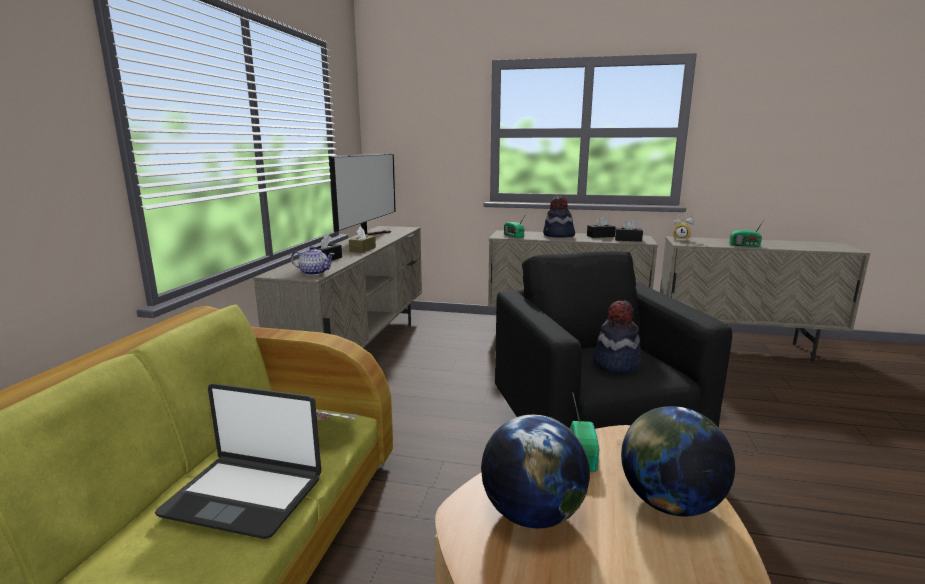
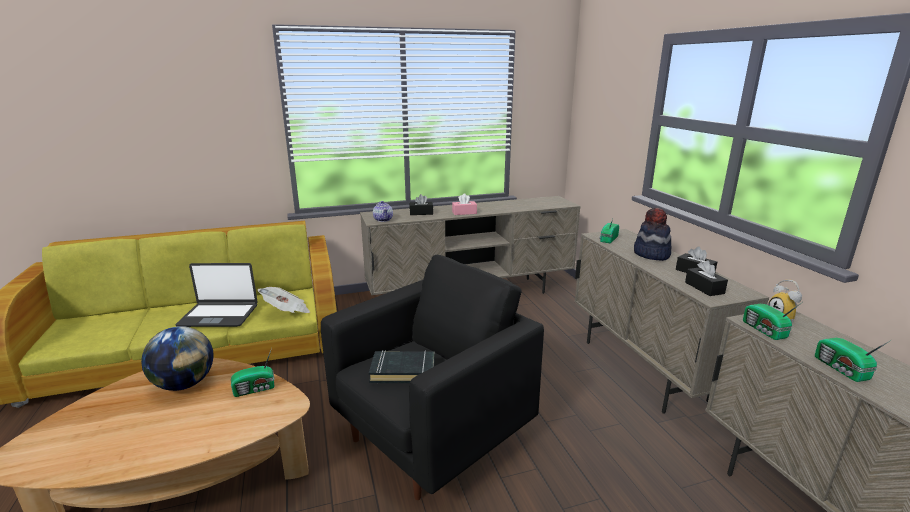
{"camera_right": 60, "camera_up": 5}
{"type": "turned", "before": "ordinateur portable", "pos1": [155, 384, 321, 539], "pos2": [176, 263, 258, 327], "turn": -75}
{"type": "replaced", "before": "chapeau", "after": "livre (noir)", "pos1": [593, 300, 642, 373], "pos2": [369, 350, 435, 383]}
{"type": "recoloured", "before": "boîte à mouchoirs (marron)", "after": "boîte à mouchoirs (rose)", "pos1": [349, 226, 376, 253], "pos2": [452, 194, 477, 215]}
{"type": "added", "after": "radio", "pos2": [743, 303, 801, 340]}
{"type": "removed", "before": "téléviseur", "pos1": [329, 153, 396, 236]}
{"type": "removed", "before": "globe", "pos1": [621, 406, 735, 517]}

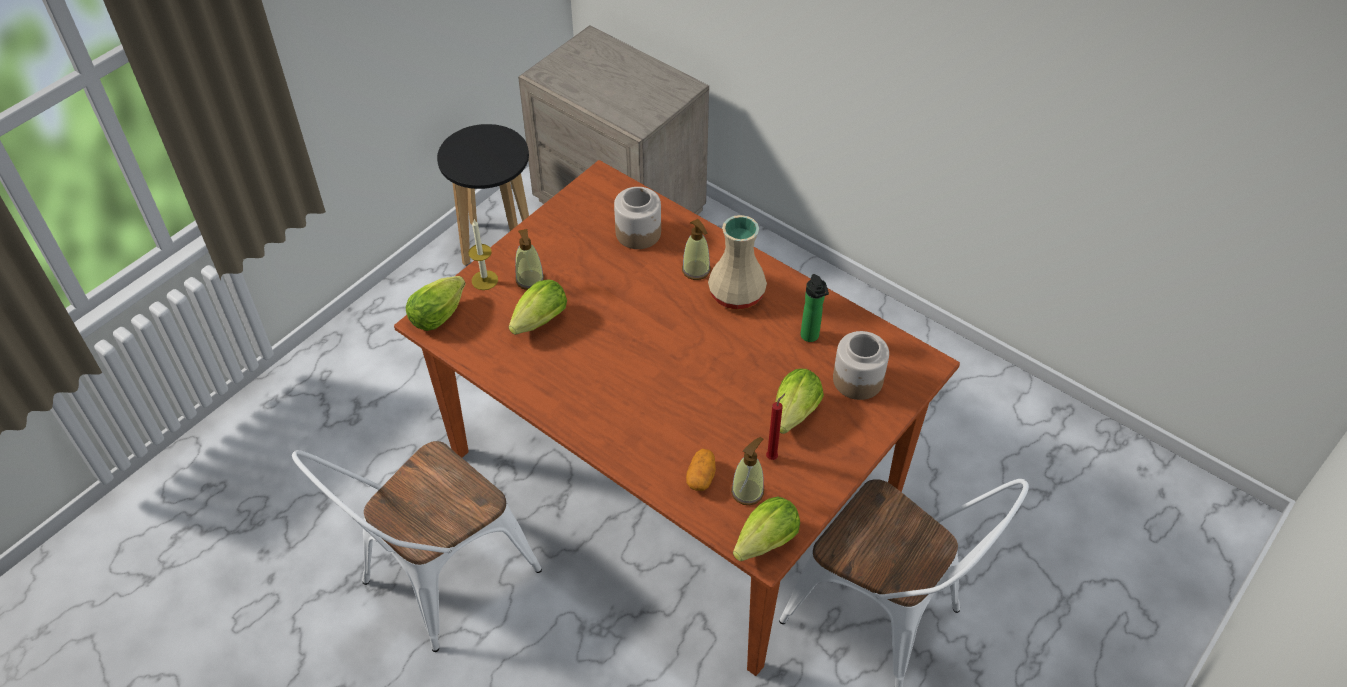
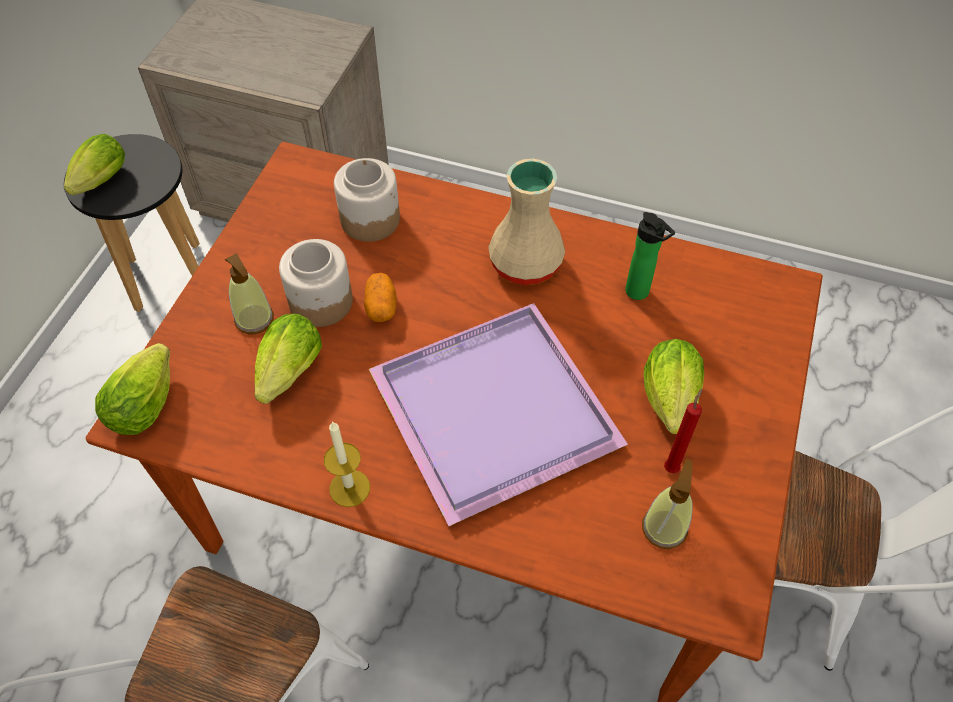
{"camera_right": -20, "camera_up": 5}
{"type": "moved", "before": "laitue", "pos1": [733, 497, 800, 561], "pos2": [64, 134, 125, 195]}
{"type": "moved", "before": "bocal", "pos1": [833, 331, 889, 400], "pos2": [279, 239, 353, 327]}
{"type": "moved", "before": "bougie", "pos1": [468, 219, 498, 290], "pos2": [324, 421, 370, 507]}
{"type": "moved", "before": "pomme de terre", "pos1": [686, 449, 716, 491], "pos2": [364, 273, 397, 322]}
{"type": "added", "after": "plateau (violet)", "pos2": [369, 303, 628, 526]}
{"type": "removed", "before": "distributeur de savon", "pos1": [682, 219, 710, 280]}

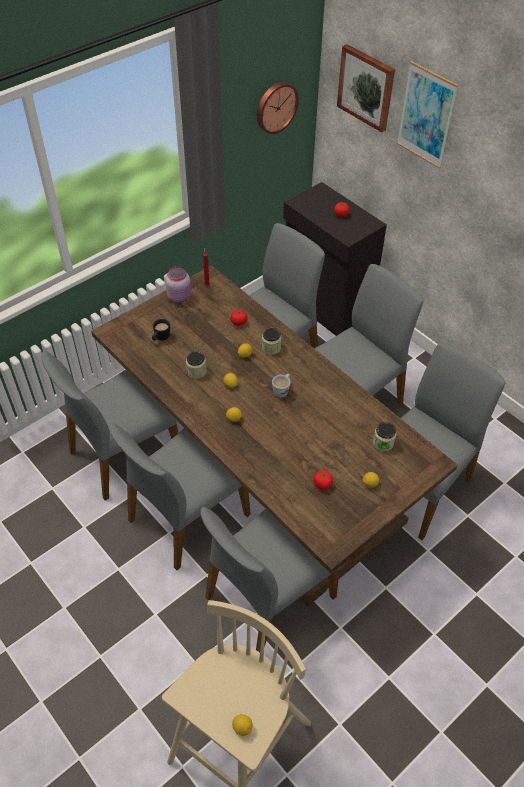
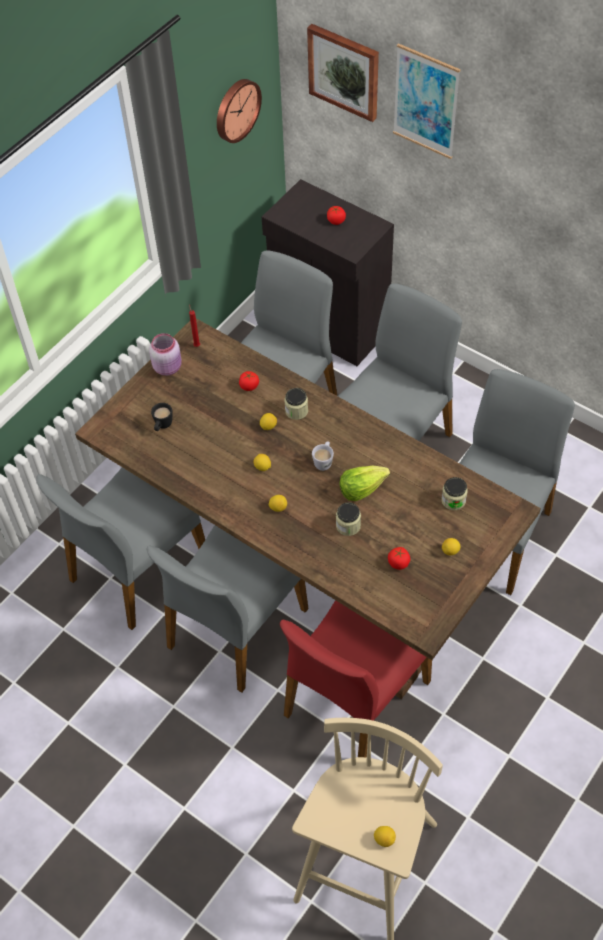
{"camera_right": -10, "camera_up": 5}
{"type": "recoloured", "before": "chaise (gris)", "after": "chaise (rouge)", "pos1": [200, 507, 340, 652], "pos2": [280, 600, 432, 758]}
{"type": "moved", "before": "bocal", "pos1": [186, 351, 207, 379], "pos2": [336, 502, 361, 536]}
{"type": "added", "after": "laitue", "pos2": [340, 466, 390, 501]}

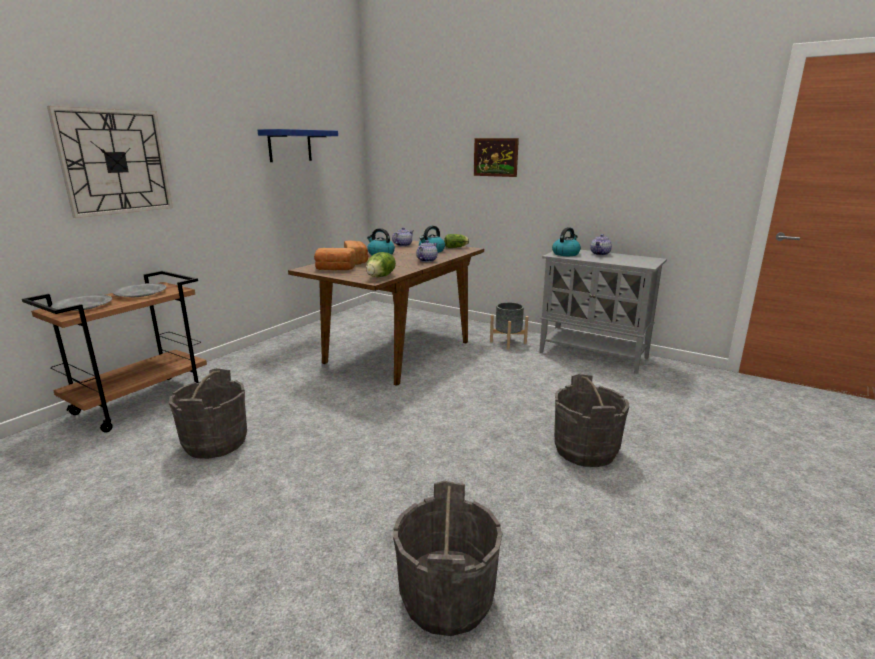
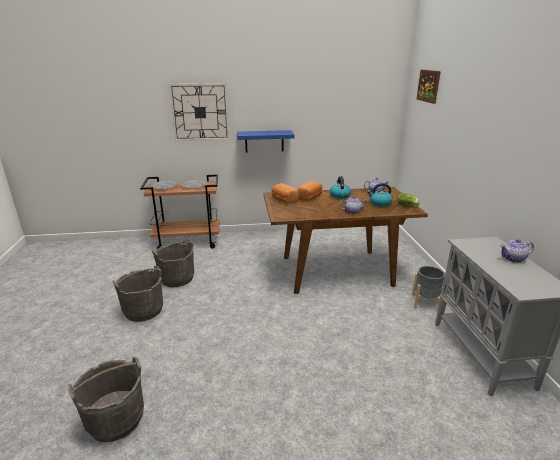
{"camera_right": 50, "camera_up": 5}
{"type": "moved", "before": "seau (gris)", "pos1": [554, 374, 629, 467], "pos2": [112, 266, 163, 322]}
{"type": "moved", "before": "étagère (bleu)", "pos1": [258, 129, 338, 162], "pos2": [237, 130, 295, 152]}
{"type": "moved", "before": "tableau", "pos1": [474, 138, 519, 177], "pos2": [416, 69, 441, 104]}
{"type": "removed", "before": "laitue", "pos1": [366, 252, 396, 277]}
{"type": "removed", "before": "bouilloire", "pos1": [552, 227, 581, 256]}

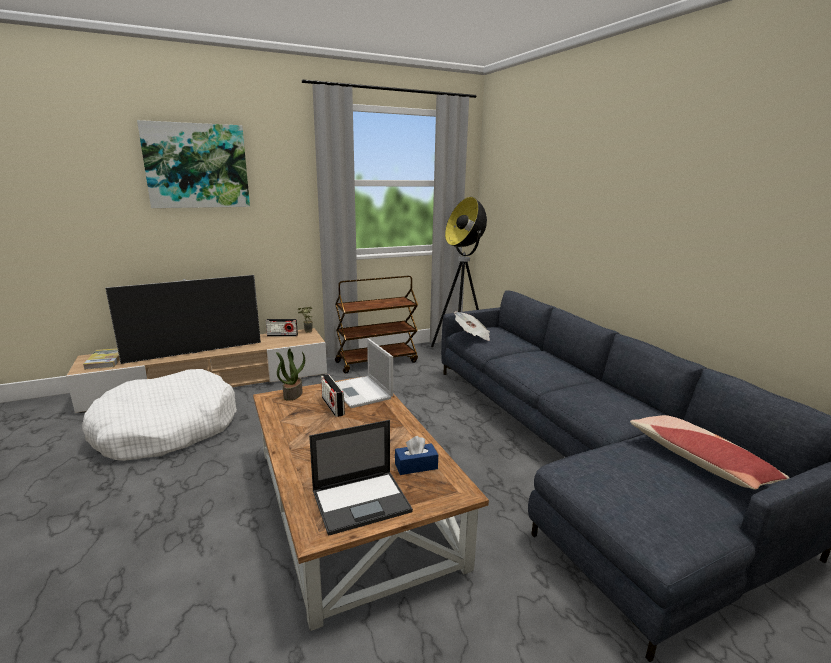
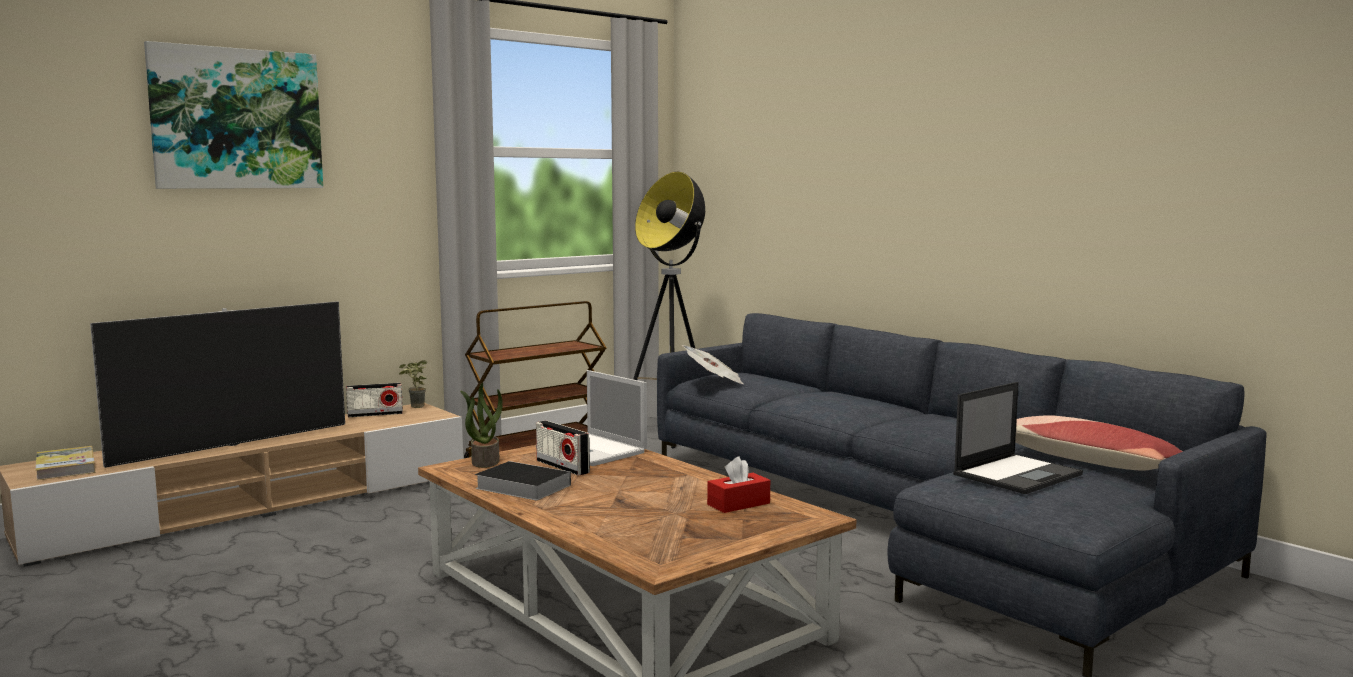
{"camera_right": -15, "camera_up": -10}
{"type": "added", "after": "livre", "pos2": [475, 461, 571, 500]}
{"type": "recoloured", "before": "boîte à mouchoirs (bleu)", "after": "boîte à mouchoirs (rouge)", "pos1": [395, 436, 438, 475], "pos2": [707, 456, 770, 513]}
{"type": "moved", "before": "ordinateur portable", "pos1": [309, 420, 413, 536], "pos2": [953, 382, 1083, 494]}
{"type": "removed", "before": "panier pour chien (blanc)", "pos1": [82, 369, 237, 461]}

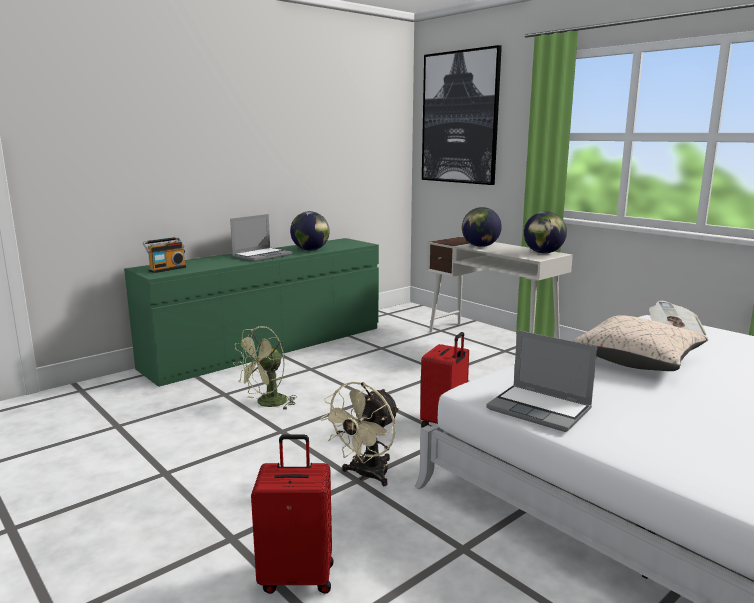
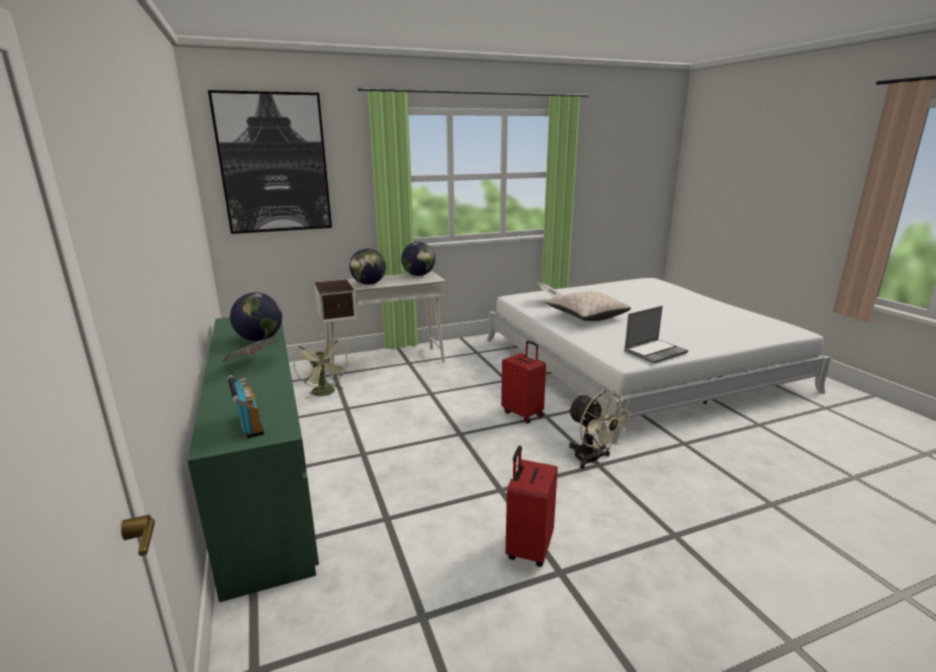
{"camera_right": -70, "camera_up": 5}
{"type": "replaced", "before": "ordinateur portable", "after": "journal", "pos1": [230, 214, 292, 262], "pos2": [223, 337, 278, 362]}
{"type": "moved", "before": "ventilateur (vert)", "pos1": [233, 326, 297, 409], "pos2": [294, 335, 349, 399]}
{"type": "moved", "before": "valise (rouge)", "pos1": [251, 434, 334, 594], "pos2": [506, 446, 558, 567]}

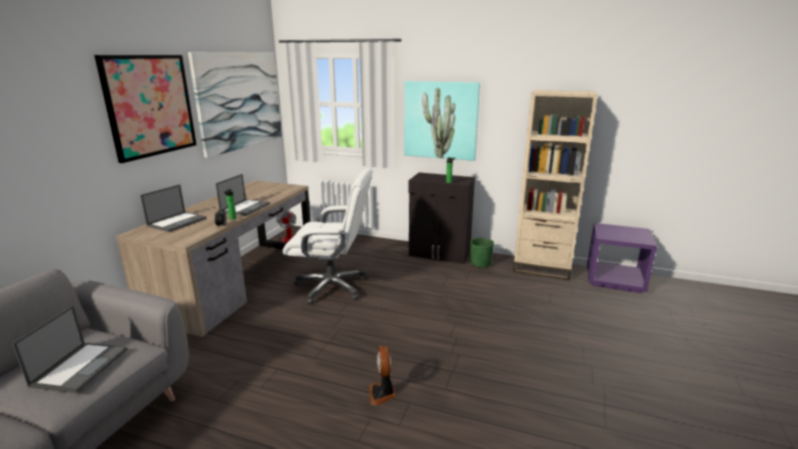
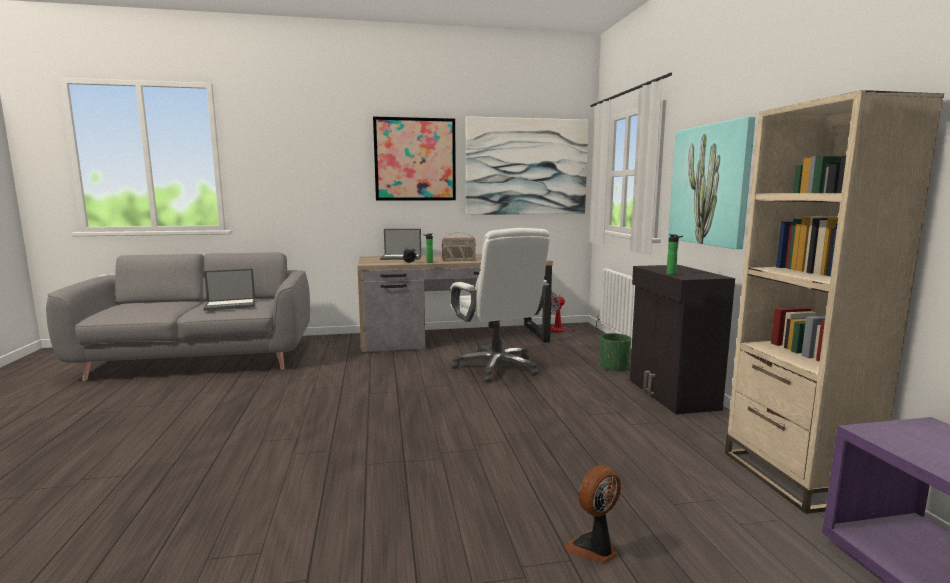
{"camera_right": 60, "camera_up": -10}
{"type": "replaced", "before": "ordinateur portable", "after": "radio", "pos1": [216, 174, 270, 216], "pos2": [442, 232, 476, 261]}
{"type": "moved", "before": "ventilateur", "pos1": [369, 346, 396, 405], "pos2": [565, 465, 621, 563]}
{"type": "moved", "before": "cache-pot (vert)", "pos1": [470, 238, 494, 268], "pos2": [600, 333, 631, 372]}

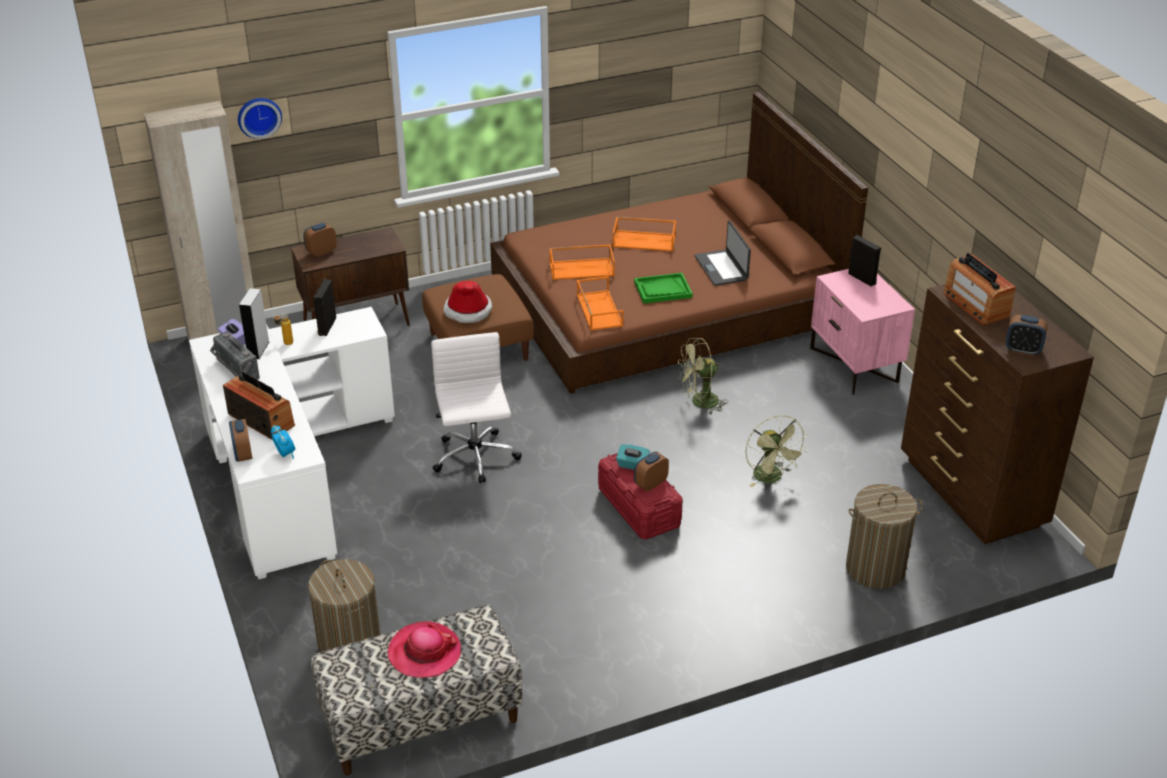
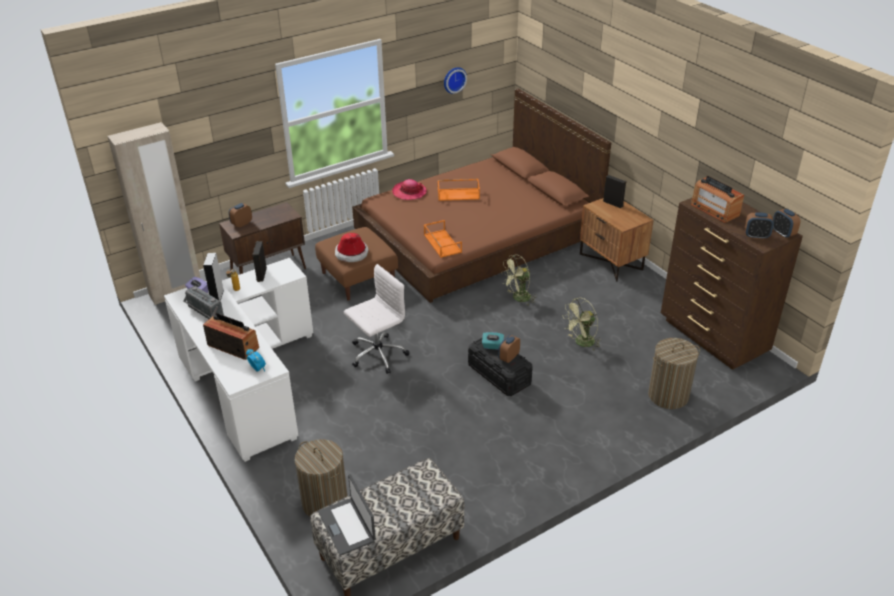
{"camera_right": -10, "camera_up": 0}
{"type": "moved", "before": "ordinateur portable", "pos1": [695, 220, 751, 286], "pos2": [318, 474, 376, 556]}
{"type": "turned", "before": "chaise de bureau (blanc)", "pos1": [431, 332, 522, 483], "pos2": [344, 264, 409, 374], "turn": 75}
{"type": "moved", "before": "chapeau", "pos1": [388, 621, 461, 677], "pos2": [392, 179, 427, 200]}
{"type": "moved", "before": "horloge murale", "pos1": [238, 98, 282, 139], "pos2": [444, 67, 467, 94]}
{"type": "recoloured", "before": "boîte de rangement (rouge)", "after": "boîte de rangement (noir)", "pos1": [598, 453, 683, 540], "pos2": [468, 338, 533, 396]}
{"type": "turned", "before": "ventilateur (vert)", "pos1": [745, 415, 808, 487], "pos2": [563, 298, 601, 350], "turn": 90}
{"type": "recoloured", "before": "table de chevet (rose)", "after": "table de chevet (marron)", "pos1": [810, 269, 915, 395], "pos2": [580, 198, 654, 281]}
{"type": "moved", "before": "réveil", "pos1": [229, 419, 253, 462], "pos2": [773, 209, 800, 238]}
{"type": "removed", "before": "plateau (orange)", "pos1": [549, 245, 615, 280]}
{"type": "removed", "before": "plateau (vert)", "pos1": [634, 273, 693, 303]}

